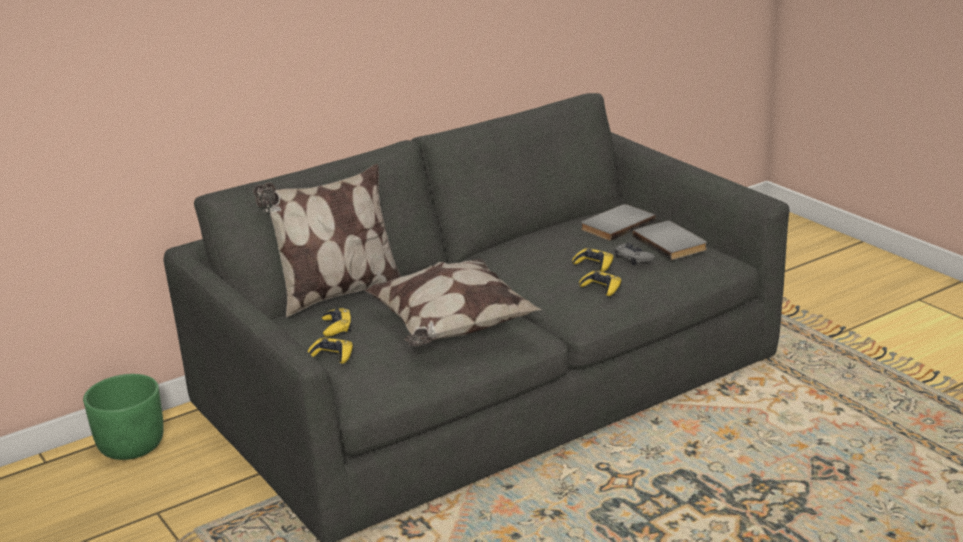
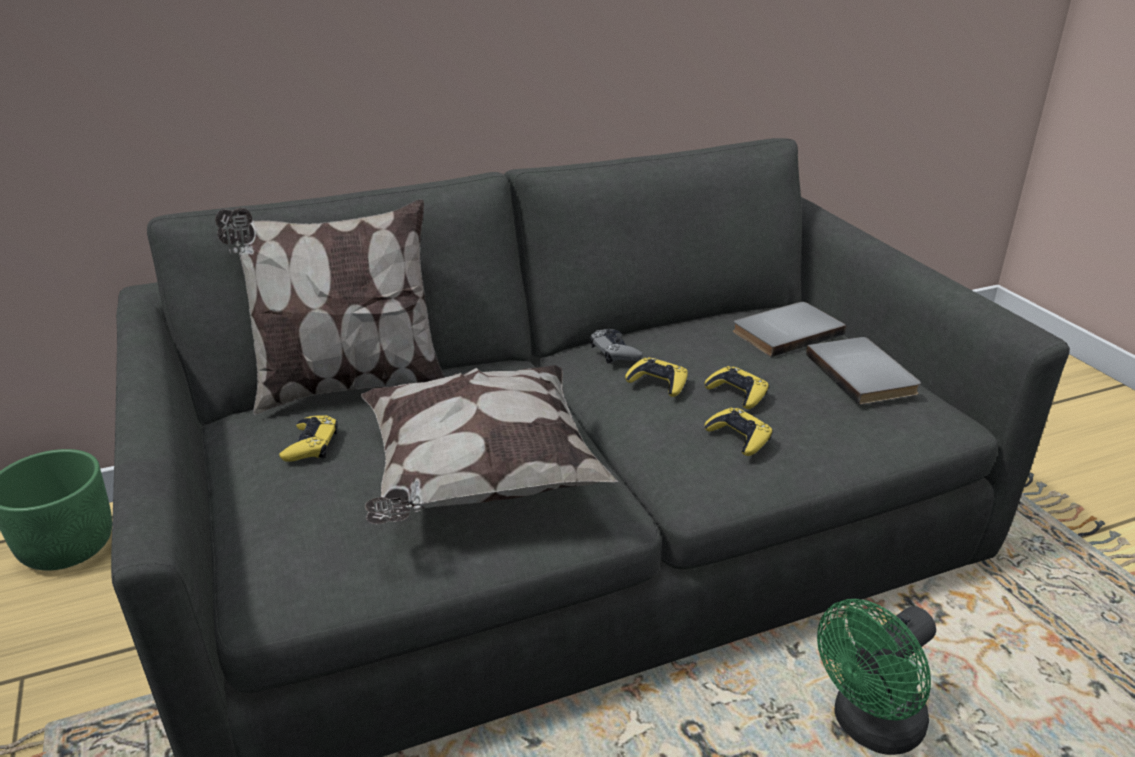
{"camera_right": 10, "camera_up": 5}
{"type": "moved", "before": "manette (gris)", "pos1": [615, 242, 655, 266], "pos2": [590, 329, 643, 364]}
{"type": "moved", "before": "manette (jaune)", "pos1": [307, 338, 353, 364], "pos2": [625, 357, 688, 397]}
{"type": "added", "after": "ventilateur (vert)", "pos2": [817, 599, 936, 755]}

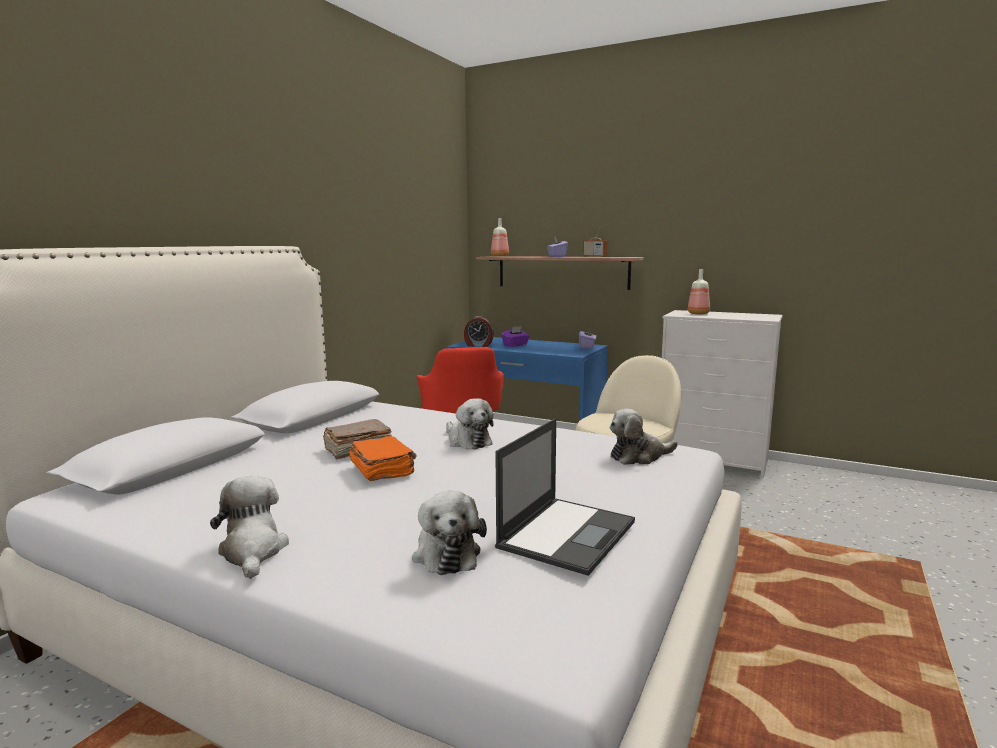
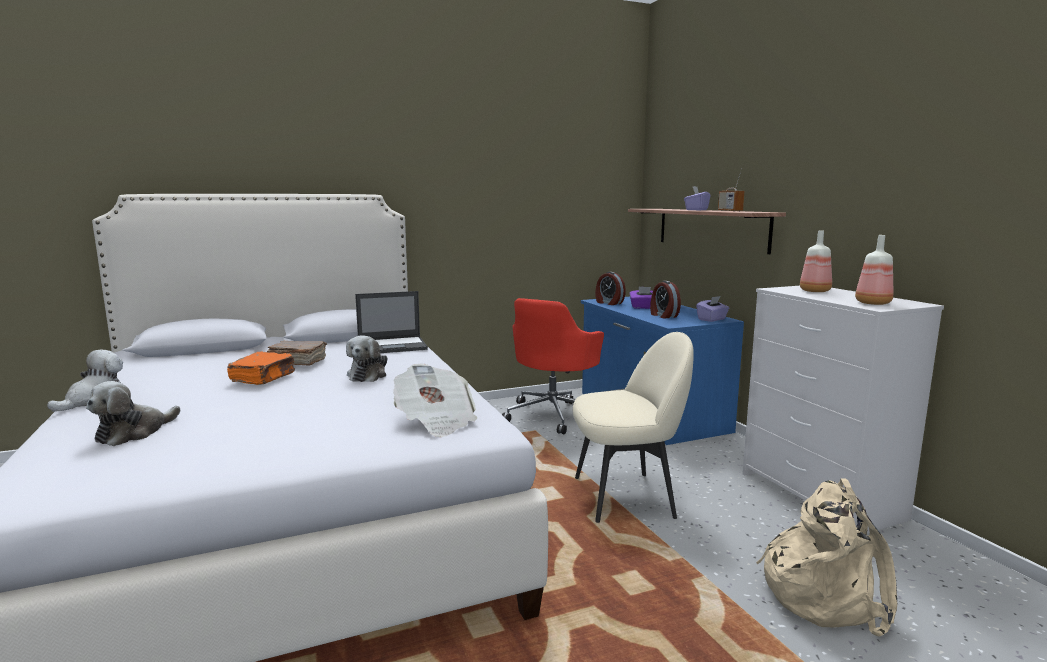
{"camera_right": 40, "camera_up": 0}
{"type": "moved", "before": "ordinateur portable", "pos1": [495, 418, 635, 576], "pos2": [355, 291, 428, 353]}
{"type": "replaced", "before": "peluche", "after": "journal", "pos1": [610, 409, 678, 465], "pos2": [393, 364, 477, 437]}
{"type": "added", "after": "réveil", "pos2": [650, 281, 681, 319]}
{"type": "added", "after": "sac à dos (beige)", "pos2": [756, 478, 897, 636]}
{"type": "moved", "before": "bouteille", "pos1": [491, 218, 509, 257], "pos2": [855, 235, 893, 305]}

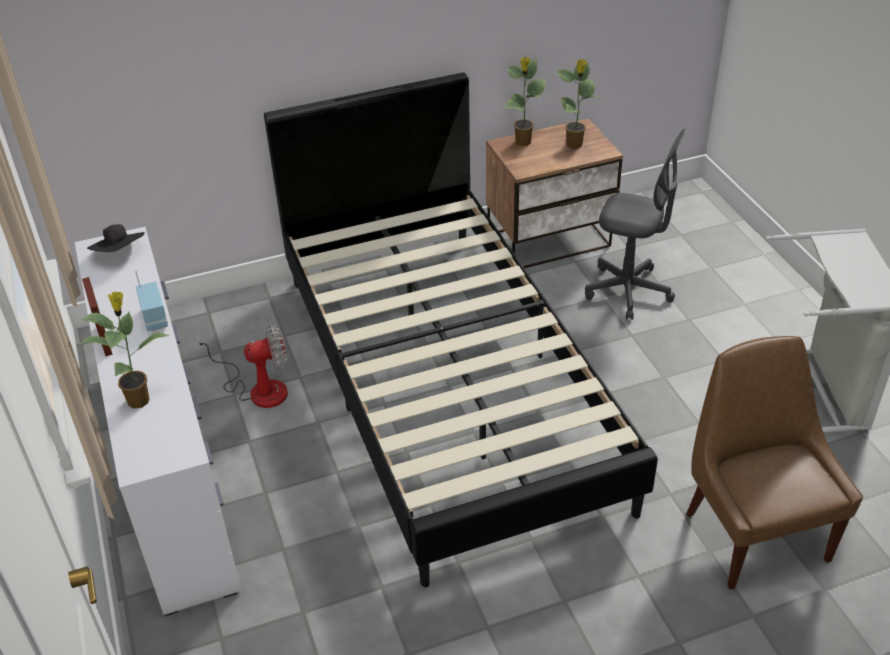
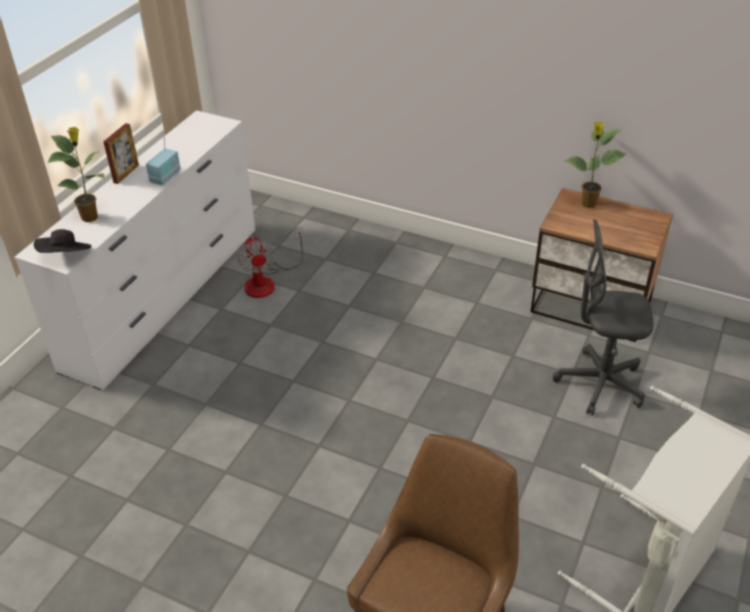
{"camera_right": 45, "camera_up": 0}
{"type": "moved", "before": "chapeau (noir)", "pos1": [87, 224, 145, 252], "pos2": [34, 229, 92, 253]}
{"type": "turned", "before": "ventilateur", "pos1": [197, 324, 288, 408], "pos2": [238, 227, 303, 298], "turn": 45}
{"type": "turned", "before": "chaise de bureau (gris)", "pos1": [585, 129, 686, 320], "pos2": [553, 219, 654, 415], "turn": 120}
{"type": "removed", "before": "lit (noir)", "pos1": [264, 72, 658, 587]}
{"type": "removed", "before": "plante en pot", "pos1": [556, 59, 598, 149]}

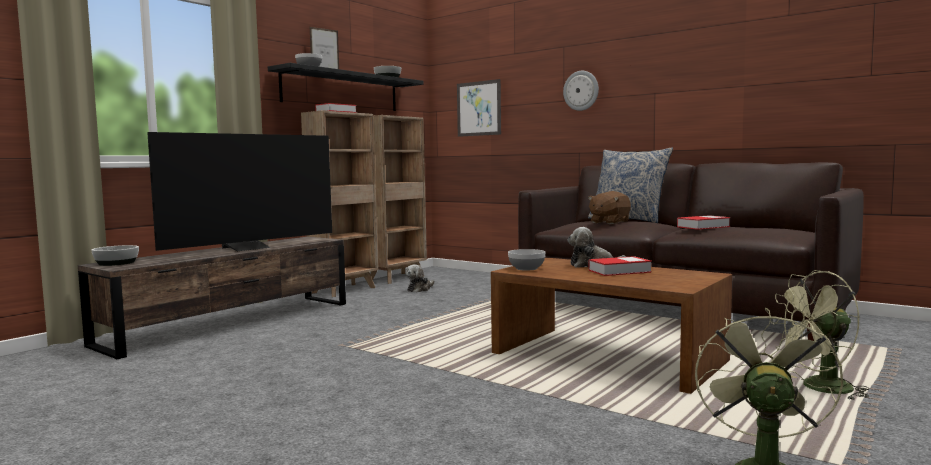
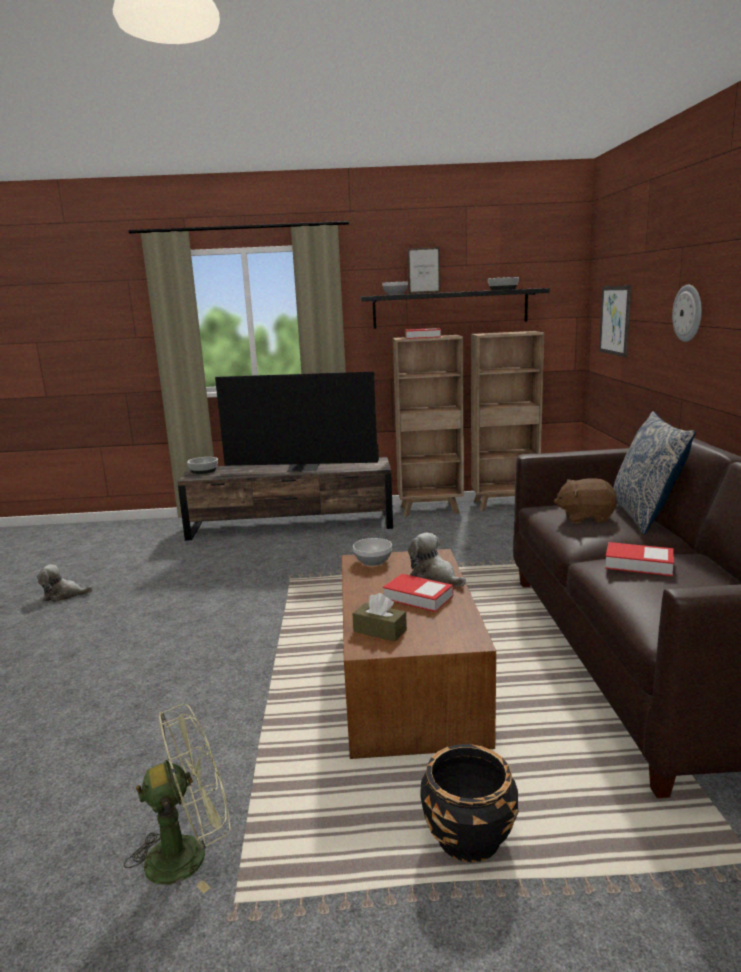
{"camera_right": 50, "camera_up": 10}
{"type": "moved", "before": "peluche", "pos1": [405, 264, 435, 292], "pos2": [37, 564, 92, 602]}
{"type": "added", "after": "boîte à mouchoirs (marron)", "pos2": [352, 593, 407, 642]}
{"type": "replaced", "before": "ventilateur (vert)", "after": "cache-pot (noir)", "pos1": [771, 270, 869, 400], "pos2": [421, 744, 519, 862]}

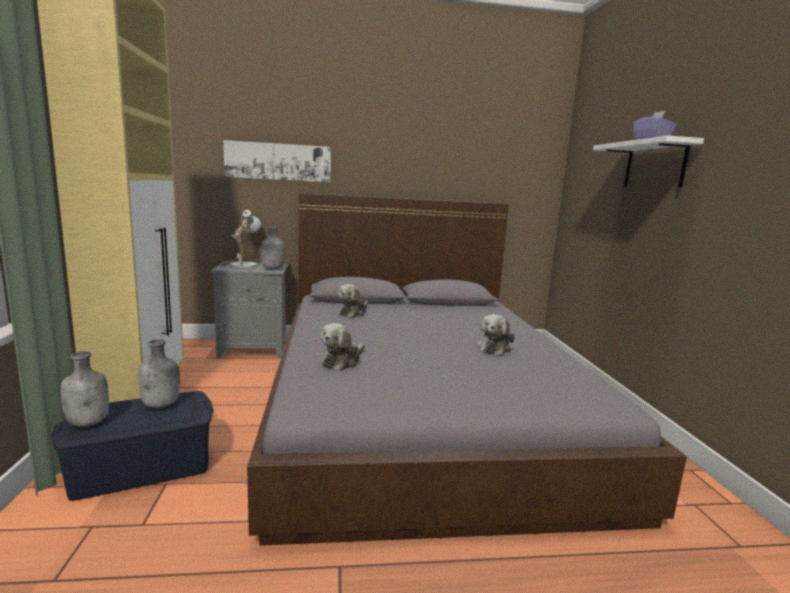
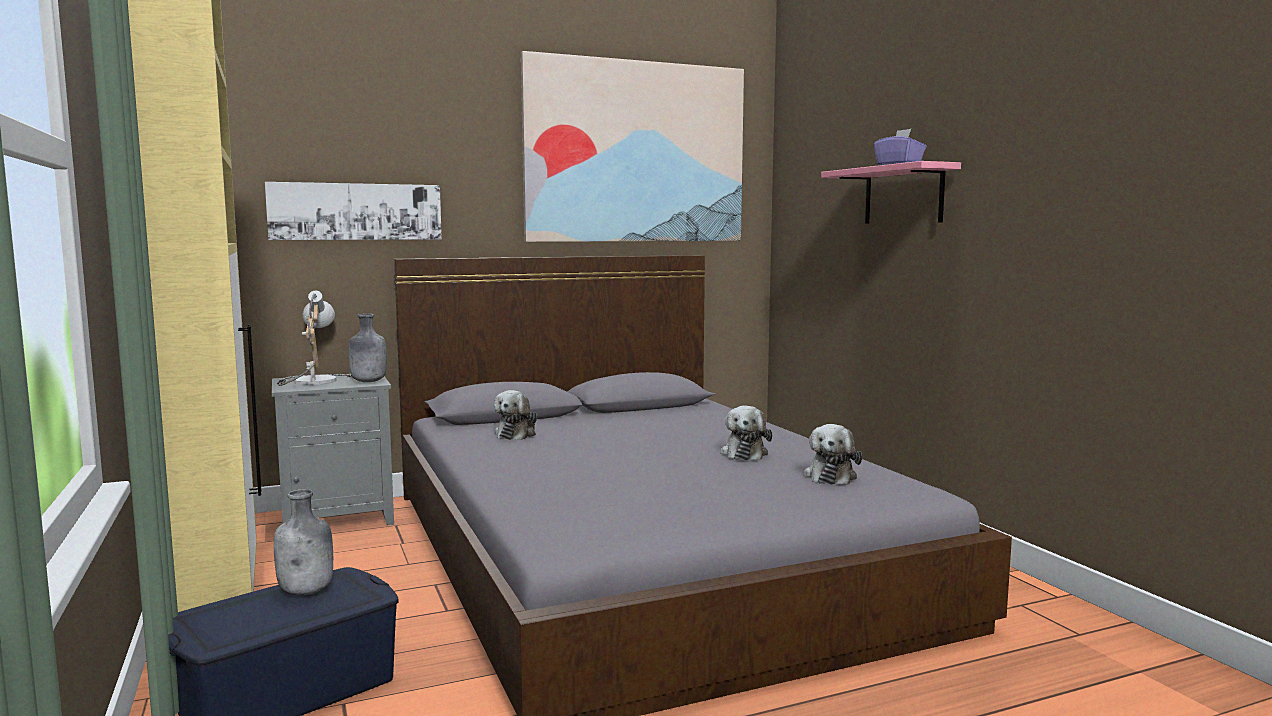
{"camera_right": -15, "camera_up": -5}
{"type": "added", "after": "tableau", "pos2": [521, 51, 744, 242]}
{"type": "moved", "before": "peluche", "pos1": [320, 323, 365, 371], "pos2": [803, 424, 862, 485]}
{"type": "recoloured", "before": "étagère (blanc)", "after": "étagère (rose)", "pos1": [593, 135, 704, 188], "pos2": [821, 161, 961, 224]}
{"type": "removed", "before": "bouteille (gris)", "pos1": [60, 351, 109, 427]}

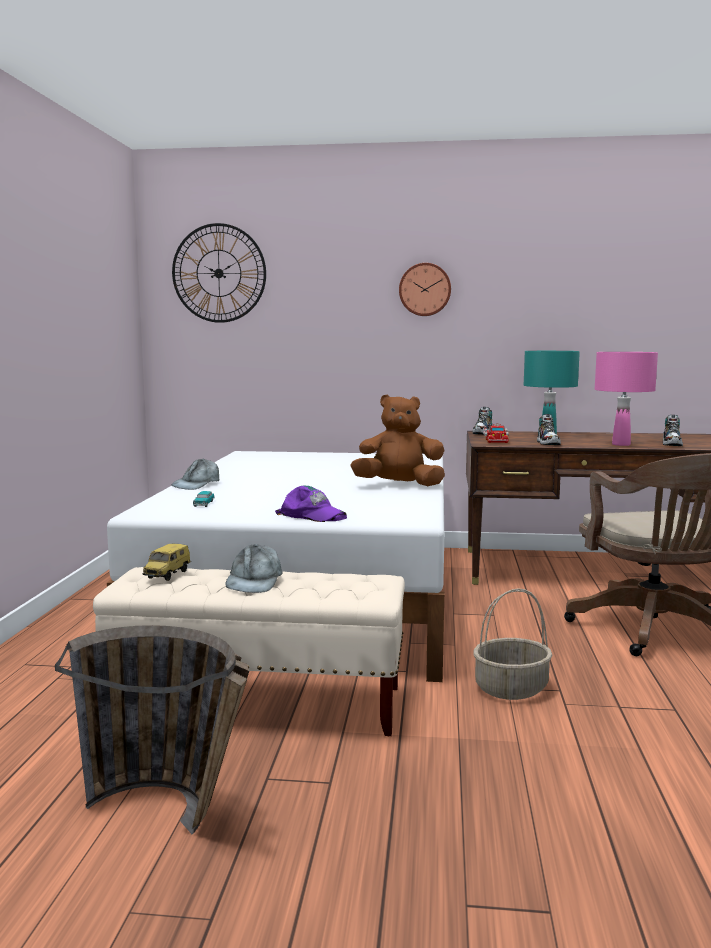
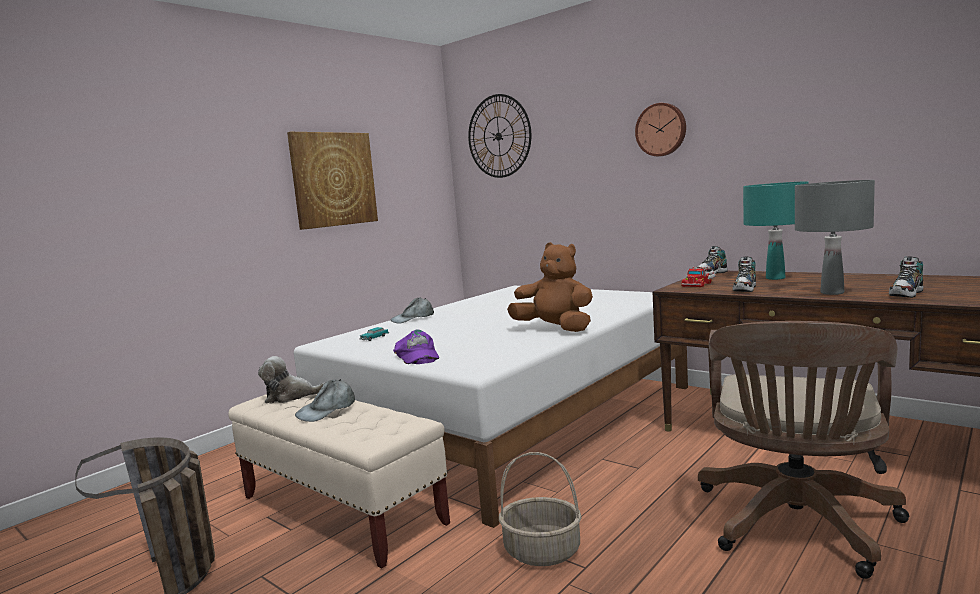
{"camera_right": 35, "camera_up": 0}
{"type": "replaced", "before": "petite voiture", "after": "peluche", "pos1": [143, 544, 191, 581], "pos2": [258, 356, 324, 403]}
{"type": "added", "after": "tableau", "pos2": [287, 132, 378, 230]}
{"type": "recoloured", "before": "lampe de table (rose)", "after": "lampe de table (gris)", "pos1": [595, 352, 658, 446], "pos2": [795, 180, 875, 295]}

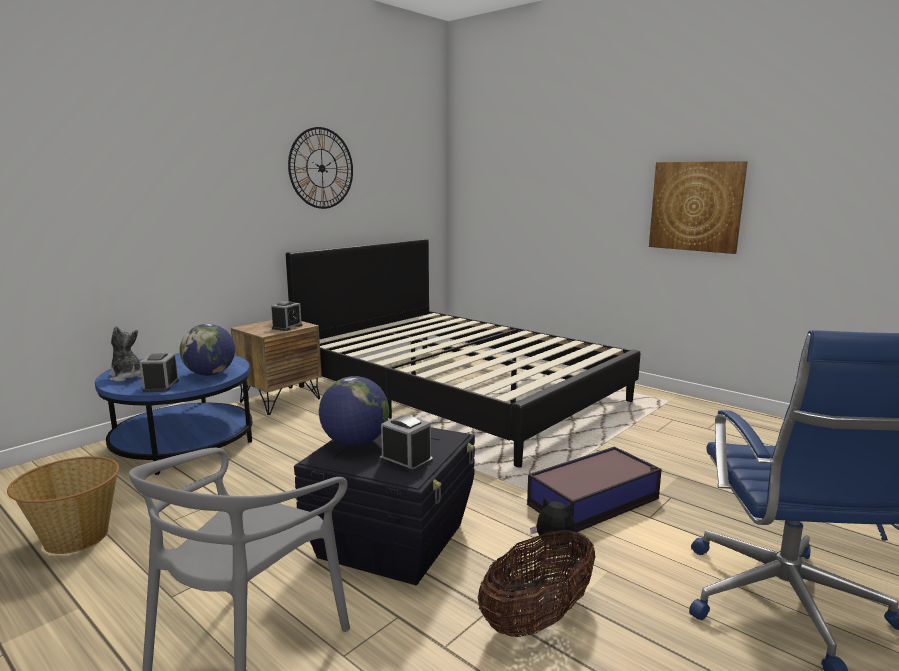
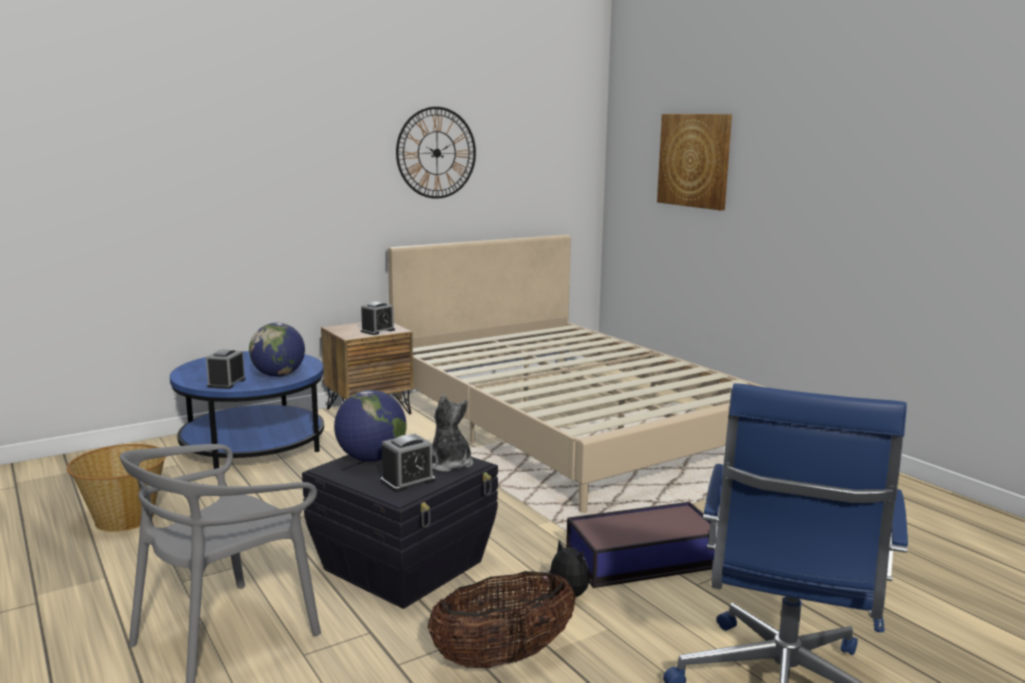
{"camera_right": 15, "camera_up": 0}
{"type": "turned", "before": "réveil", "pos1": [380, 414, 433, 473], "pos2": [381, 434, 435, 492], "turn": 90}
{"type": "recoloured", "before": "lit (noir)", "after": "lit (beige)", "pos1": [286, 239, 641, 468], "pos2": [388, 235, 768, 513]}
{"type": "moved", "before": "peluche", "pos1": [109, 326, 141, 382], "pos2": [432, 395, 473, 472]}
{"type": "moved", "before": "tableau", "pos1": [649, 161, 748, 254], "pos2": [657, 114, 732, 210]}

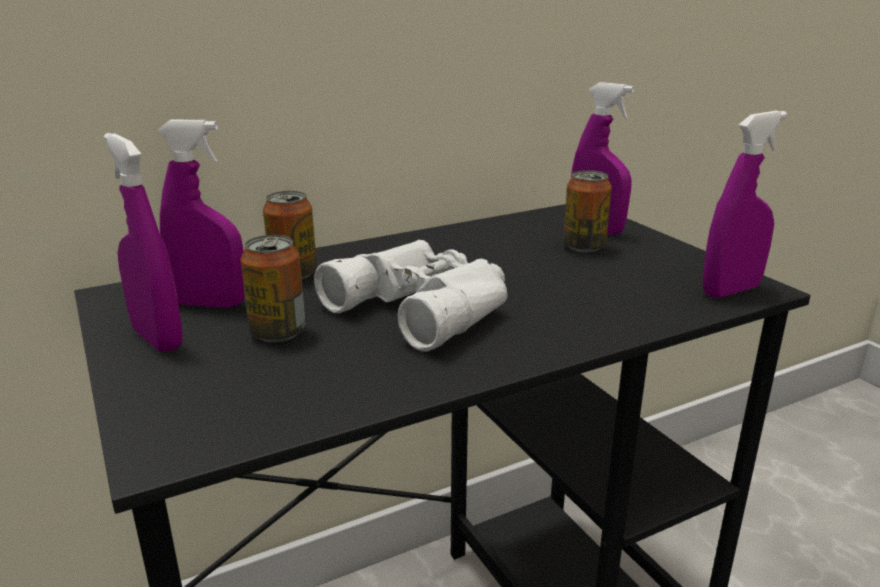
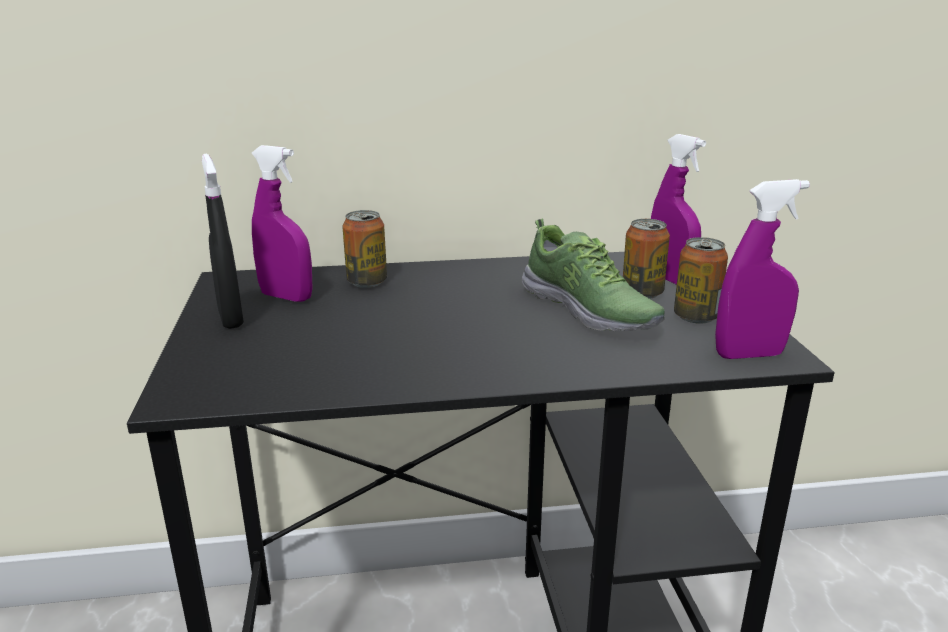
{"camera_right": 20, "camera_up": 0}
{"type": "recoloured", "before": "vaporisateur (violet)", "after": "vaporisateur (noir)", "pos1": [104, 133, 183, 352], "pos2": [202, 154, 244, 329]}
{"type": "added", "after": "chaussure", "pos2": [522, 219, 665, 331]}
{"type": "moved", "before": "boîte métallique", "pos1": [241, 235, 306, 342], "pos2": [674, 237, 728, 324]}
{"type": "removed", "before": "jumelles (blanc)", "pos1": [314, 240, 507, 352]}

